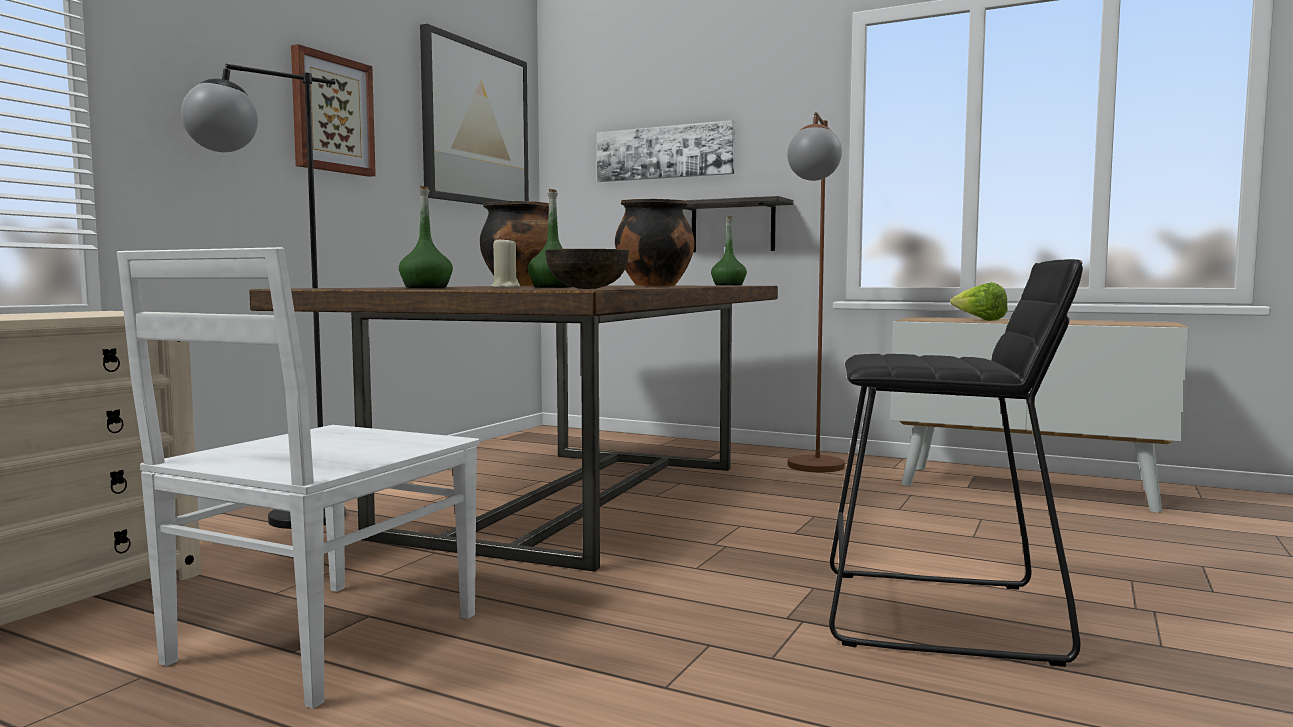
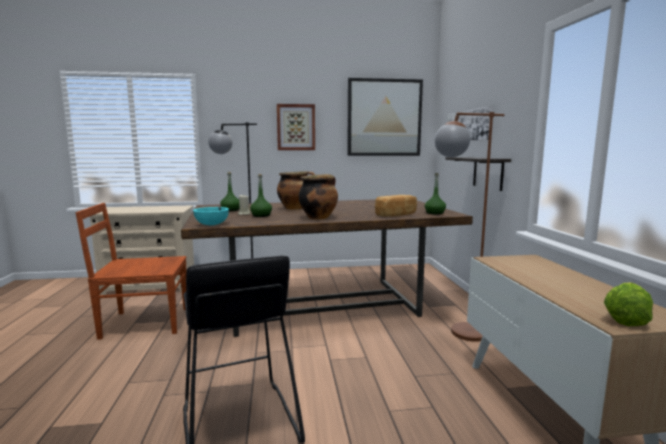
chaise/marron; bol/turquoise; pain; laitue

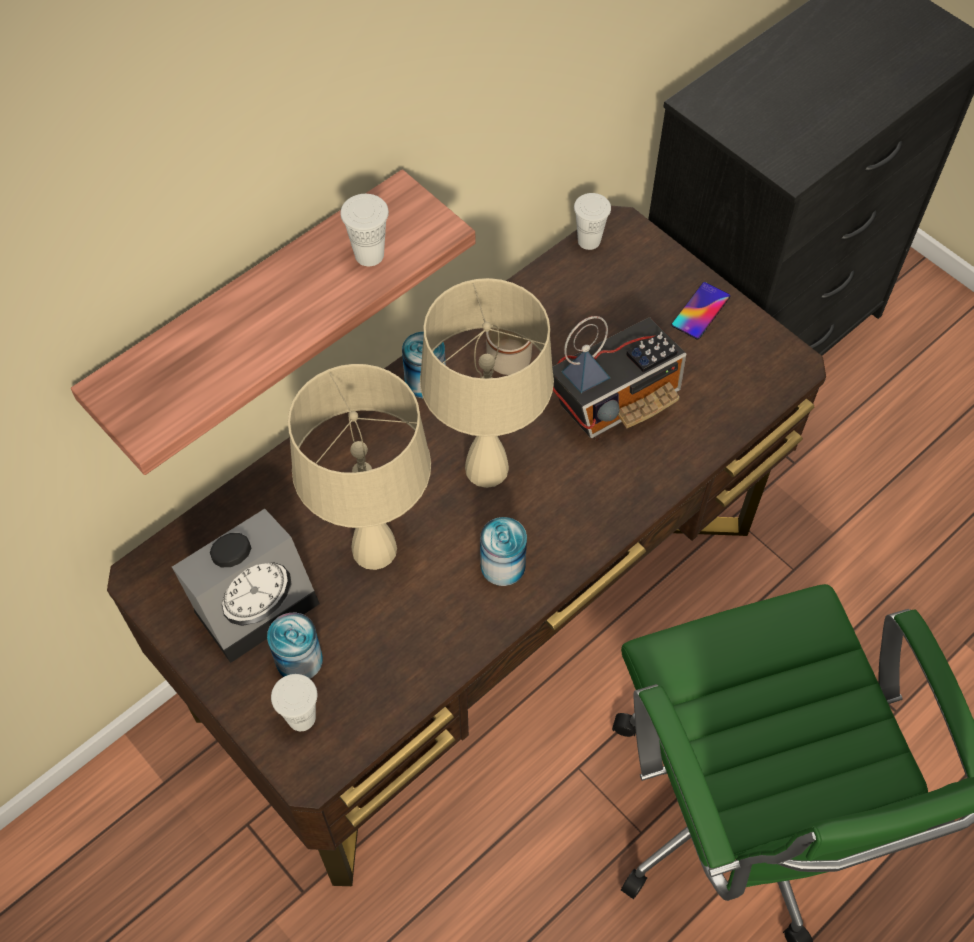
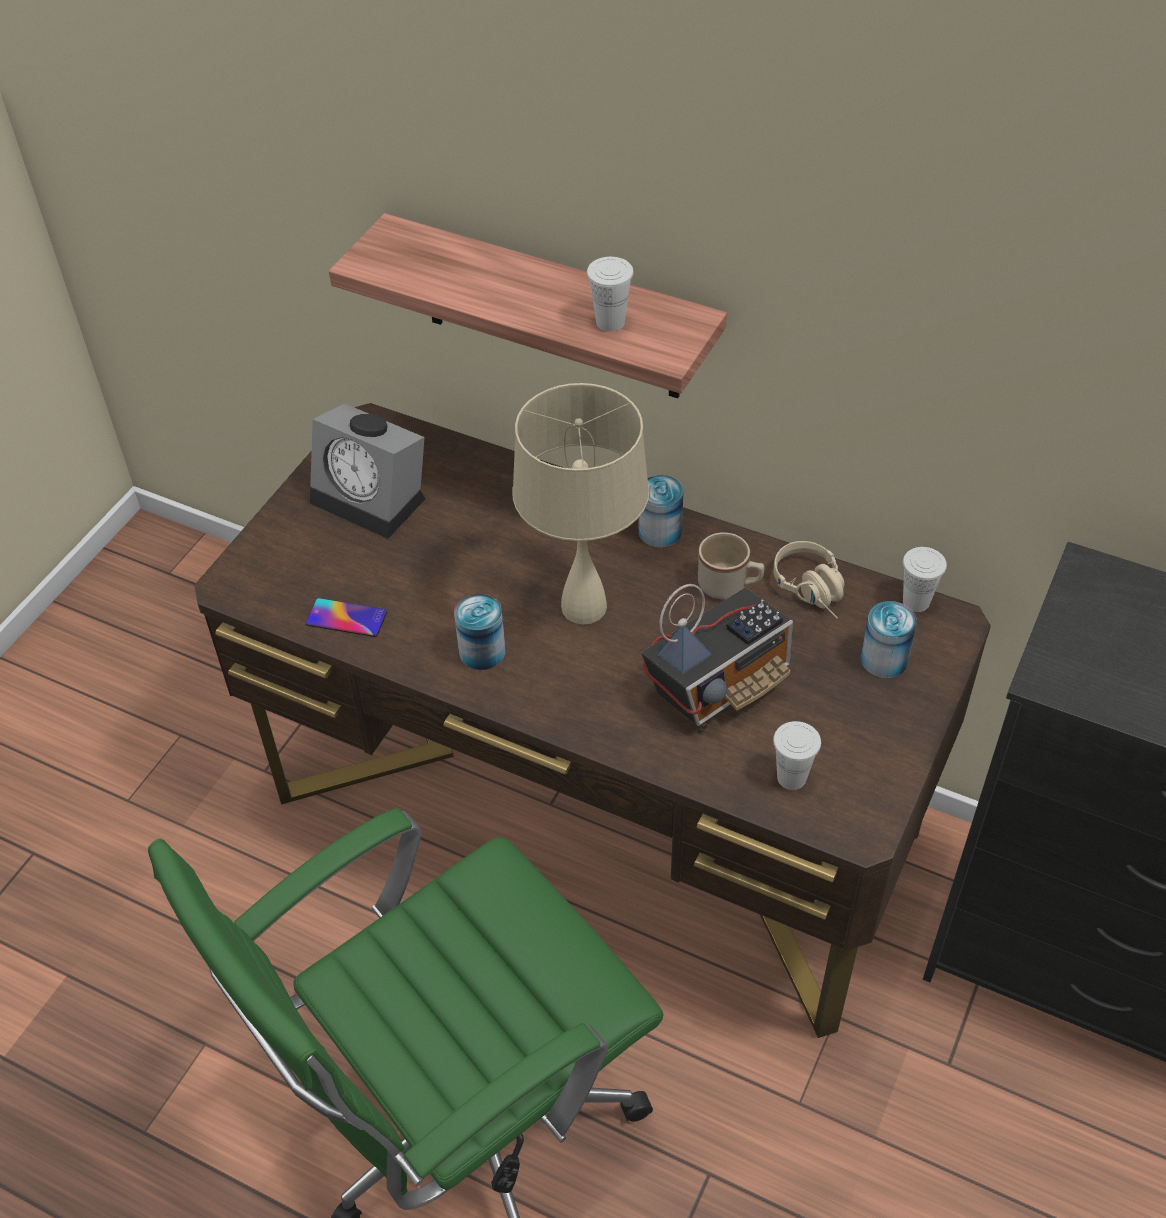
téléphone; radio; casque audio/beige; tasse/blanc (no. 2 from left); boîte métallique (no. 3 from left); lampe de table/beige (no. 1 from left in the first image)

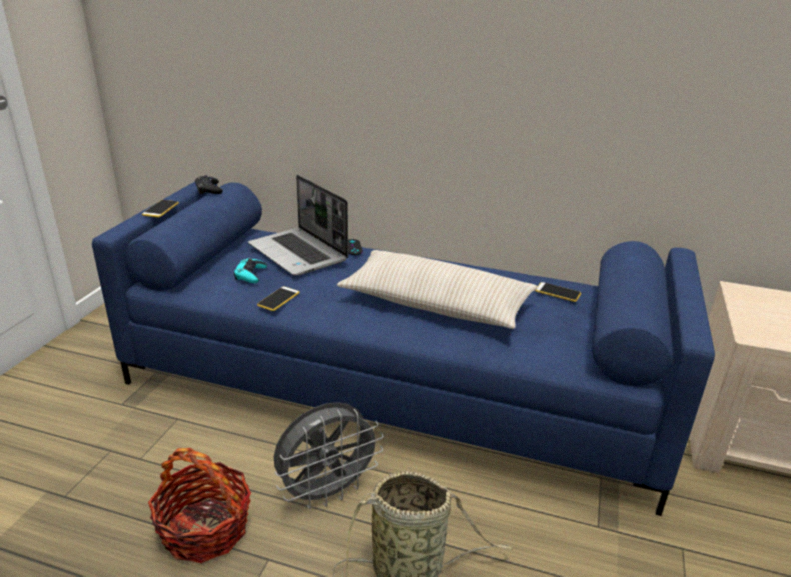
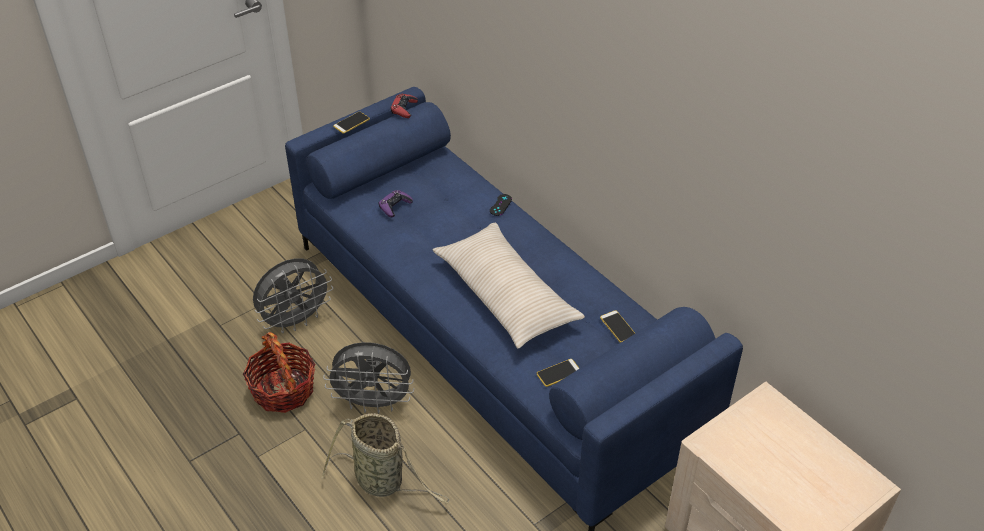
ventilateur/gris (no. 1 from left); manette/violet; manette/rouge; téléphone (no. 2 from left); ordinateur portable

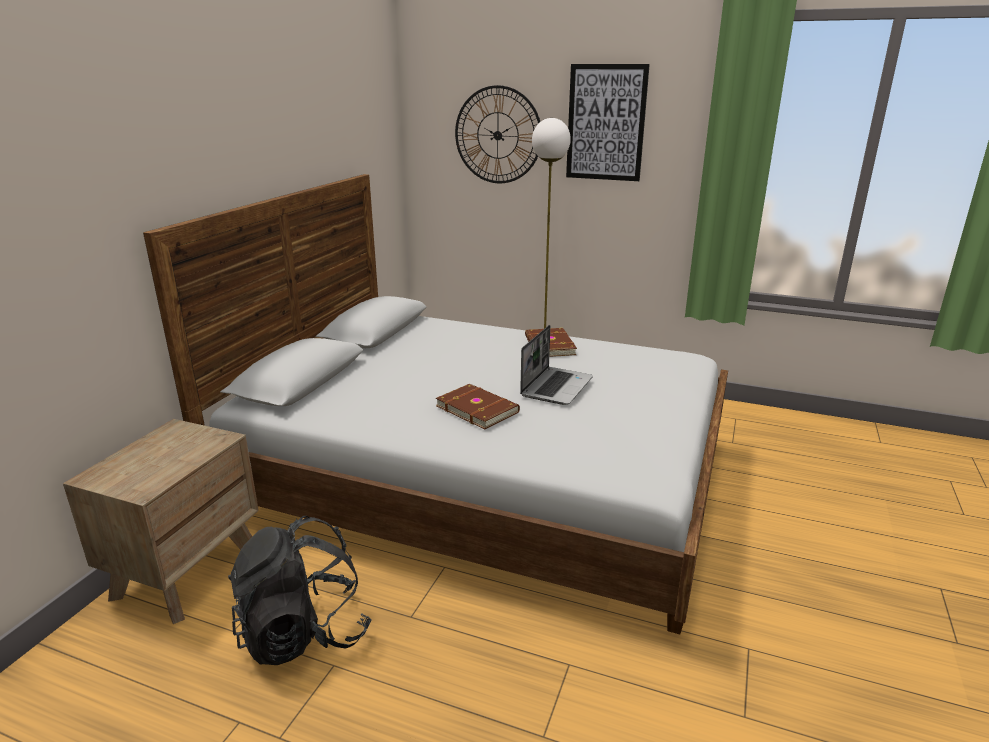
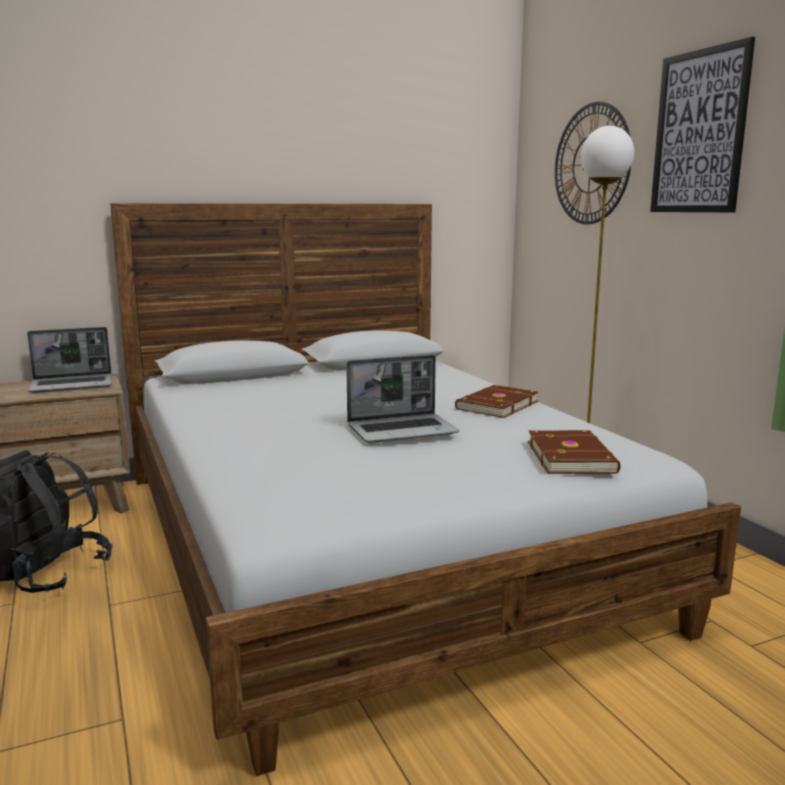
ordinateur portable (no. 1 from left); livre/marron (no. 2 from left)

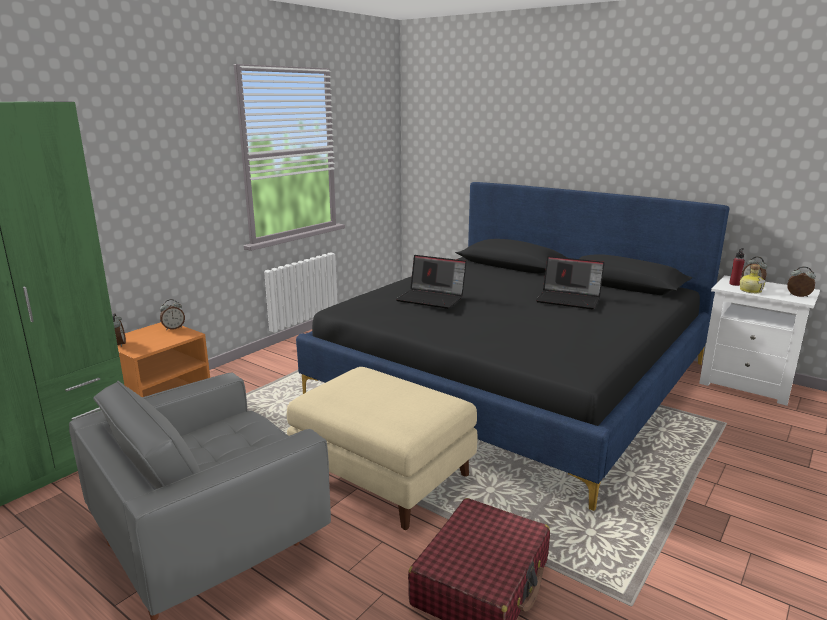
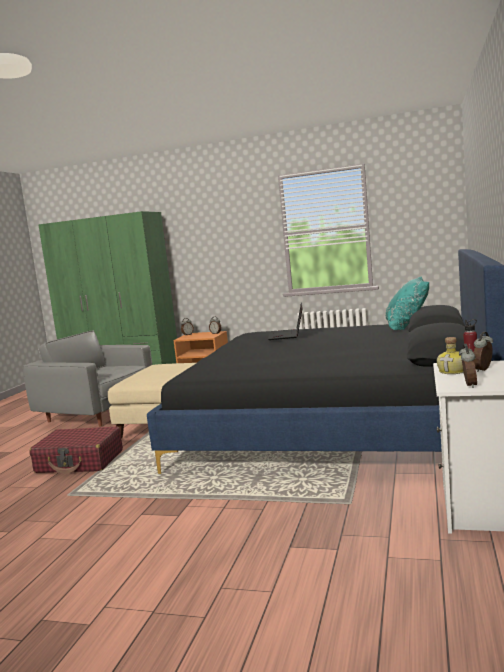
coussin/turquoise; ordinateur portable (no. 2 from left in the first image)

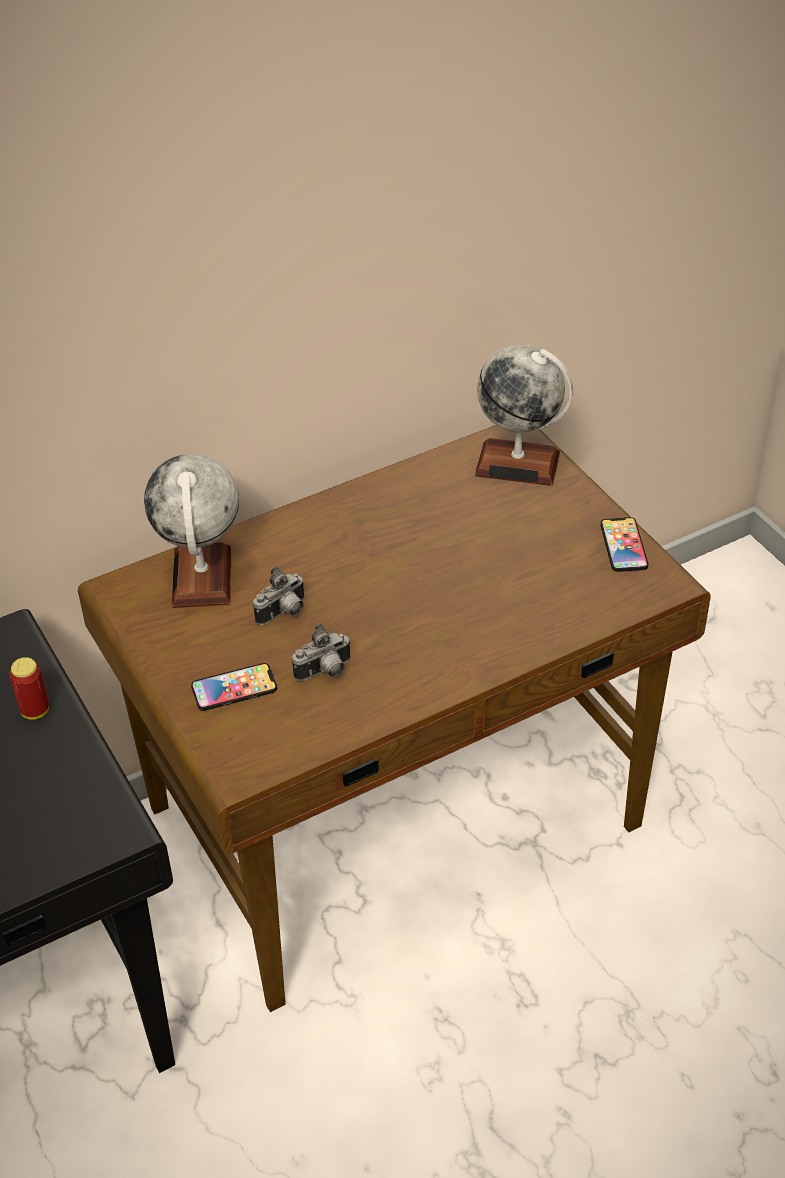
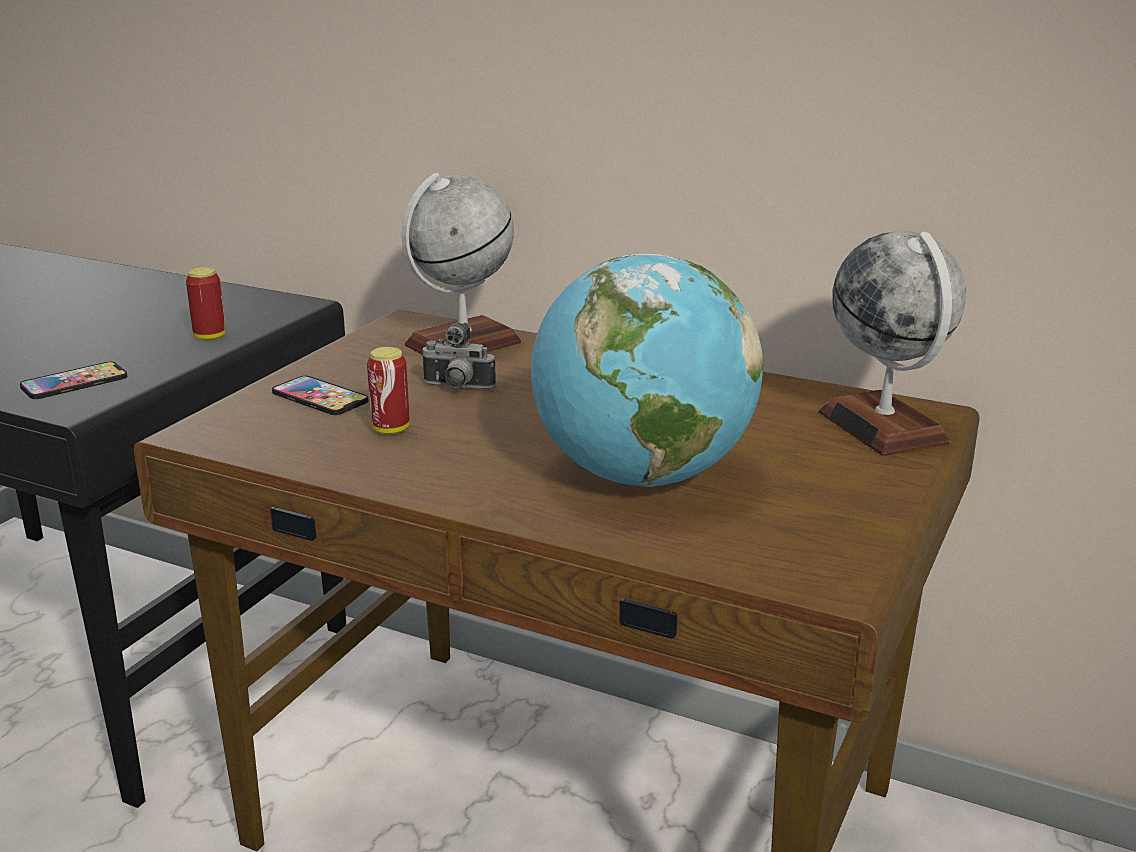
téléphone (no. 1 from left); boîte métallique (no. 2 from left); globe (no. 2 from left)

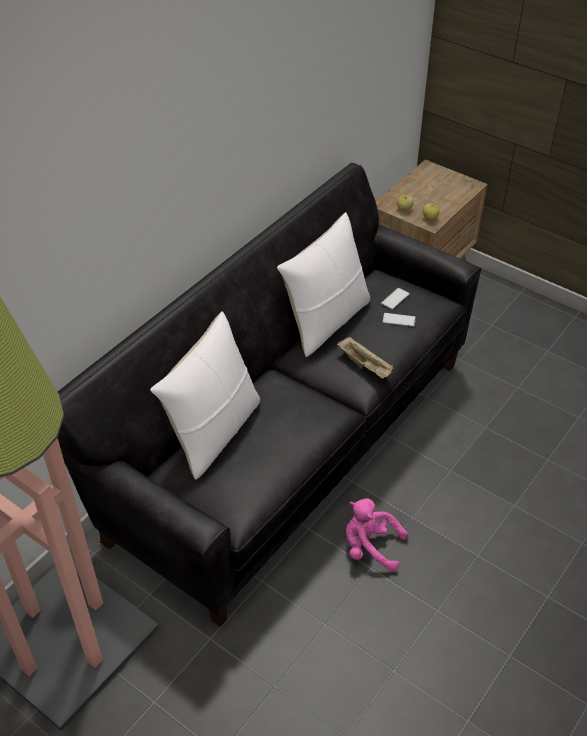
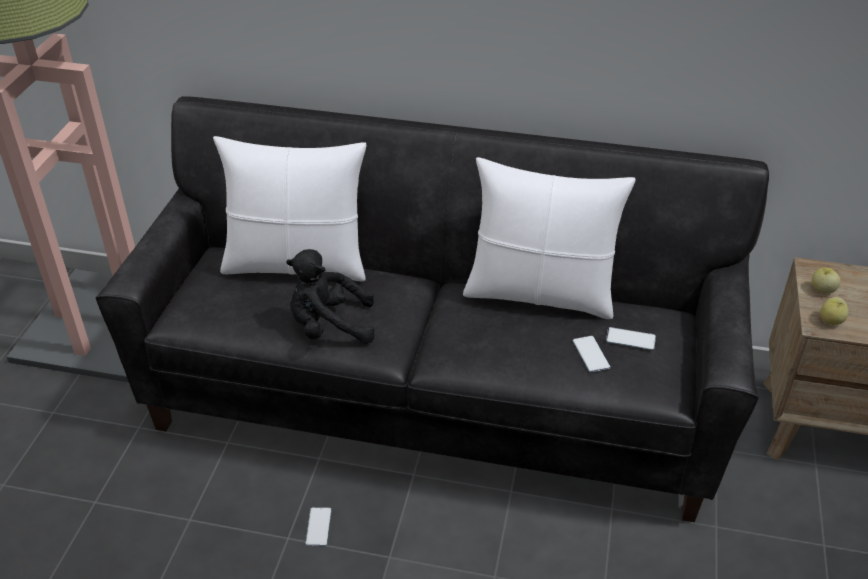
peluche/noir; téléphone (no. 1 from left); plateau/beige

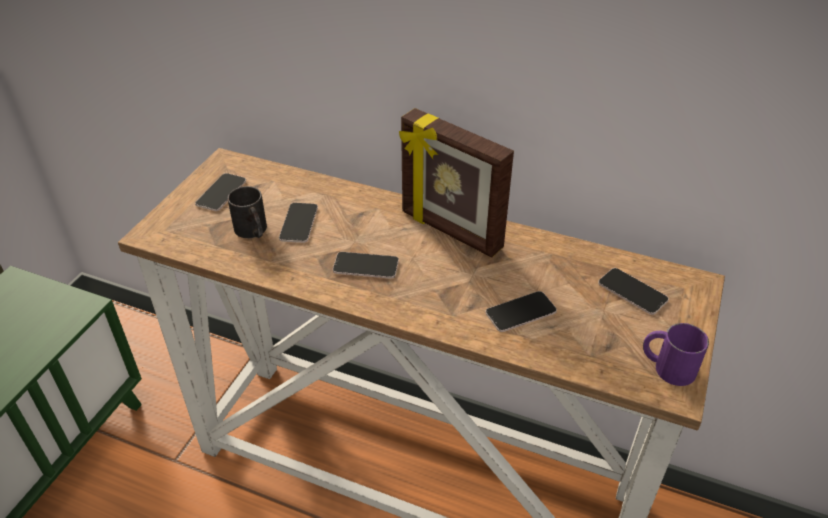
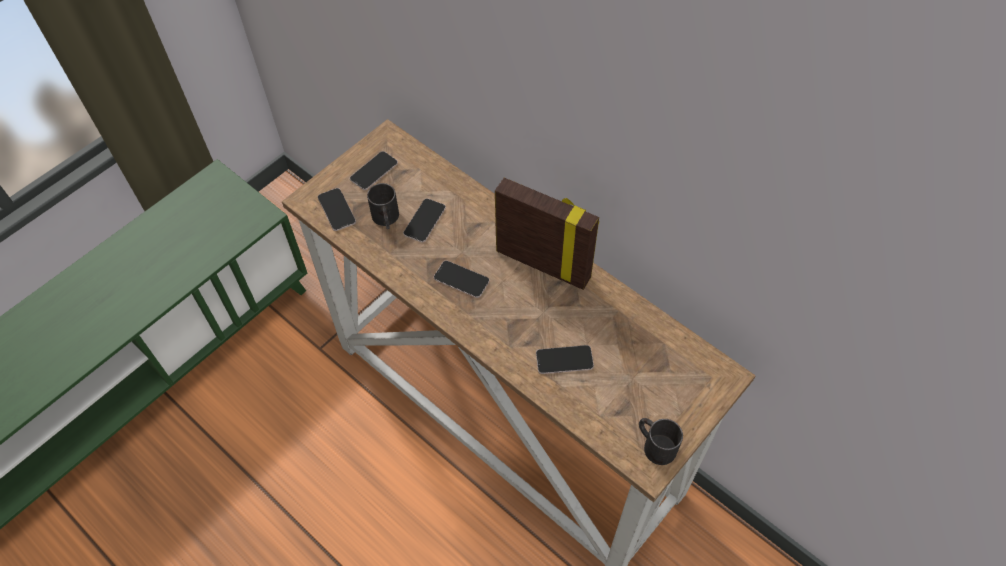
téléphone (no. 1 from left); cadre photo; mug/noir (no. 2 from left)

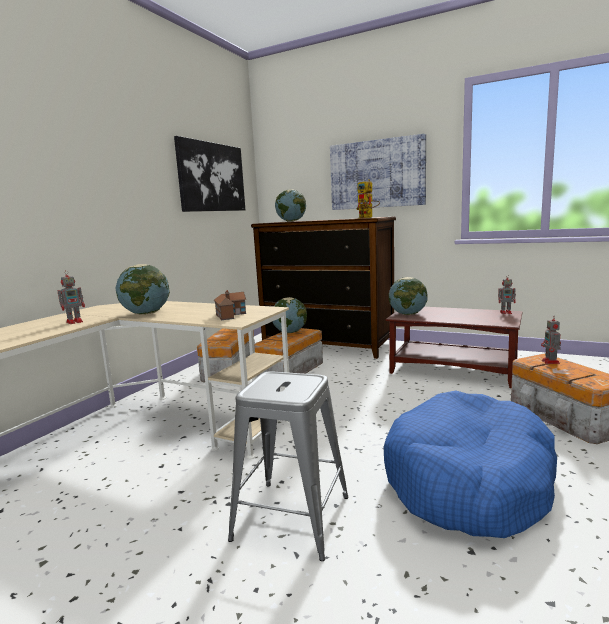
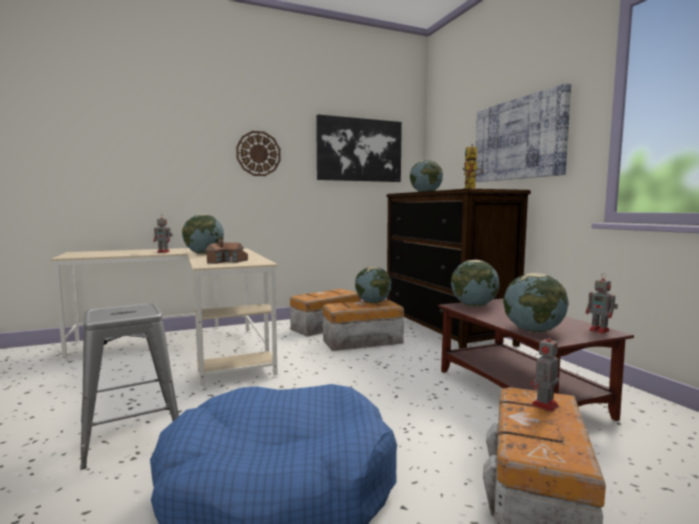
horloge murale; globe (no. 5 from left)

